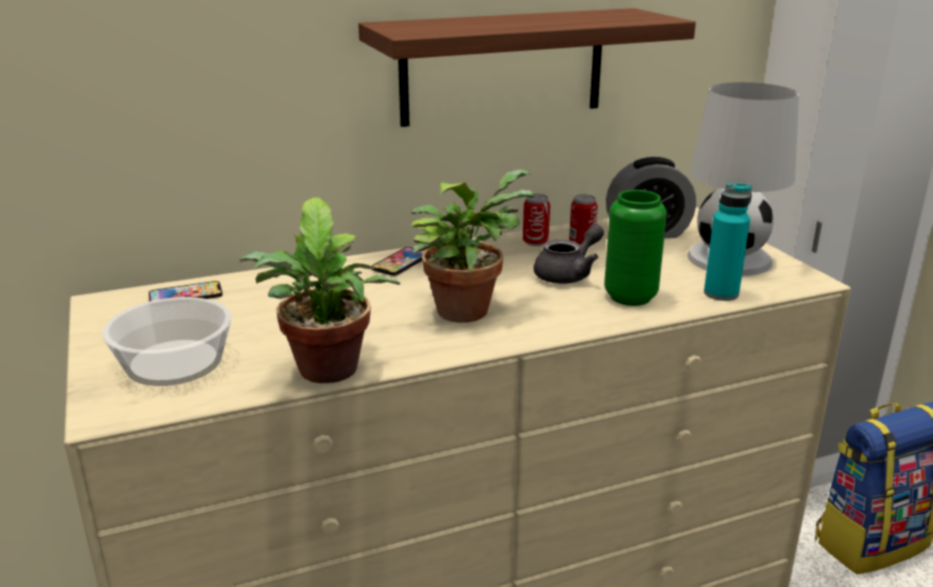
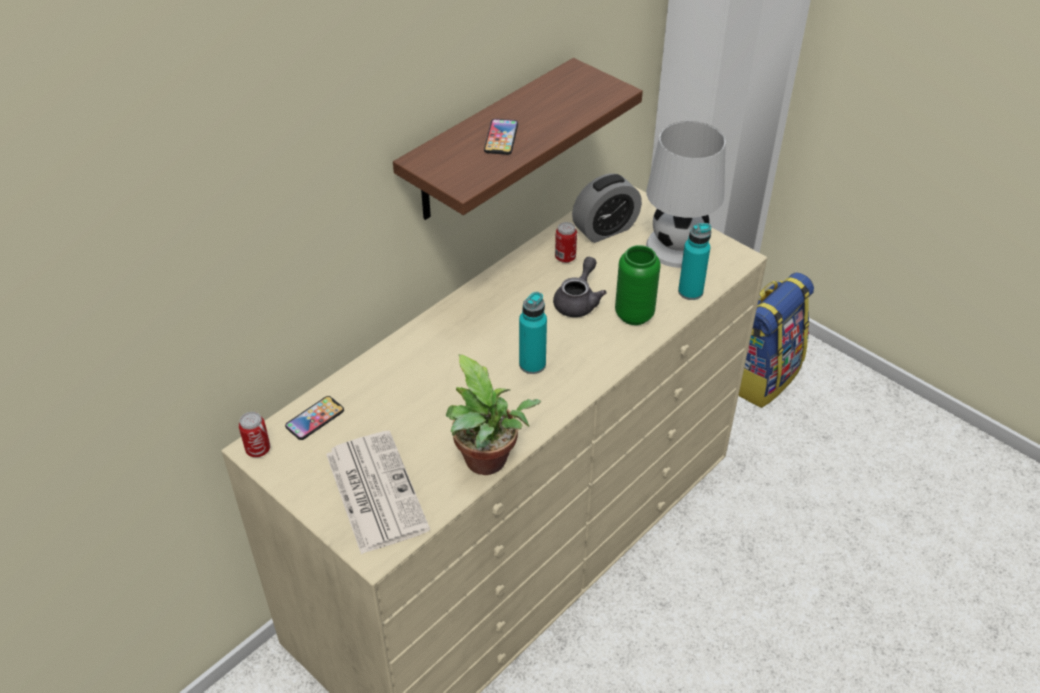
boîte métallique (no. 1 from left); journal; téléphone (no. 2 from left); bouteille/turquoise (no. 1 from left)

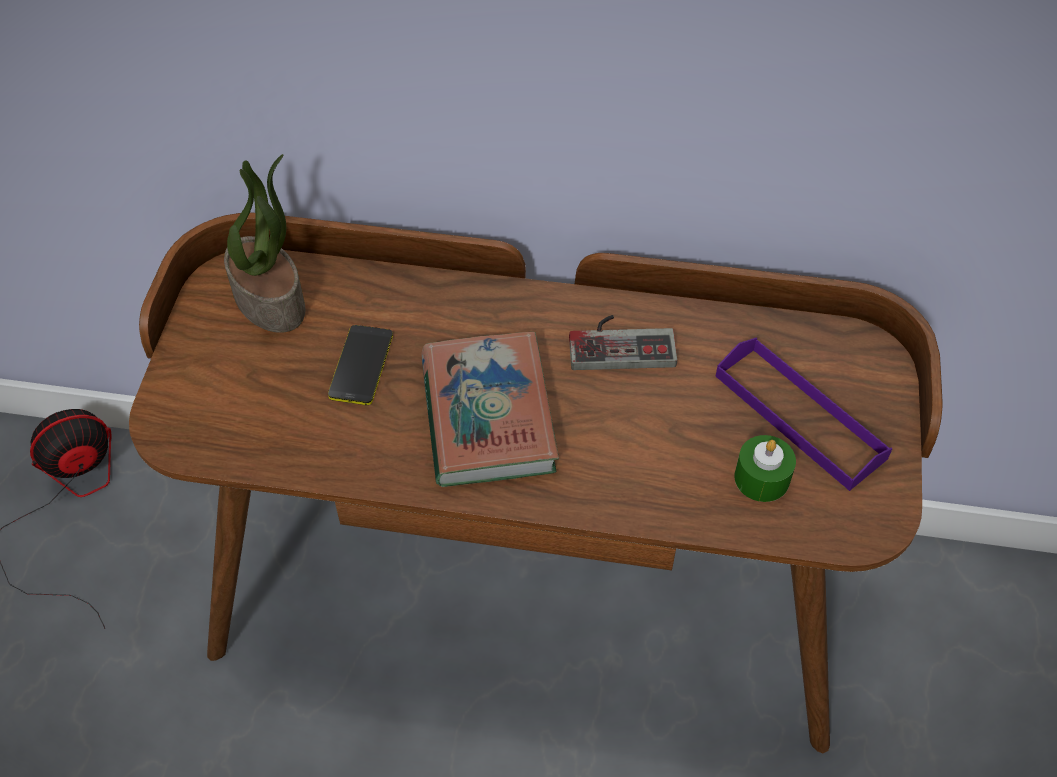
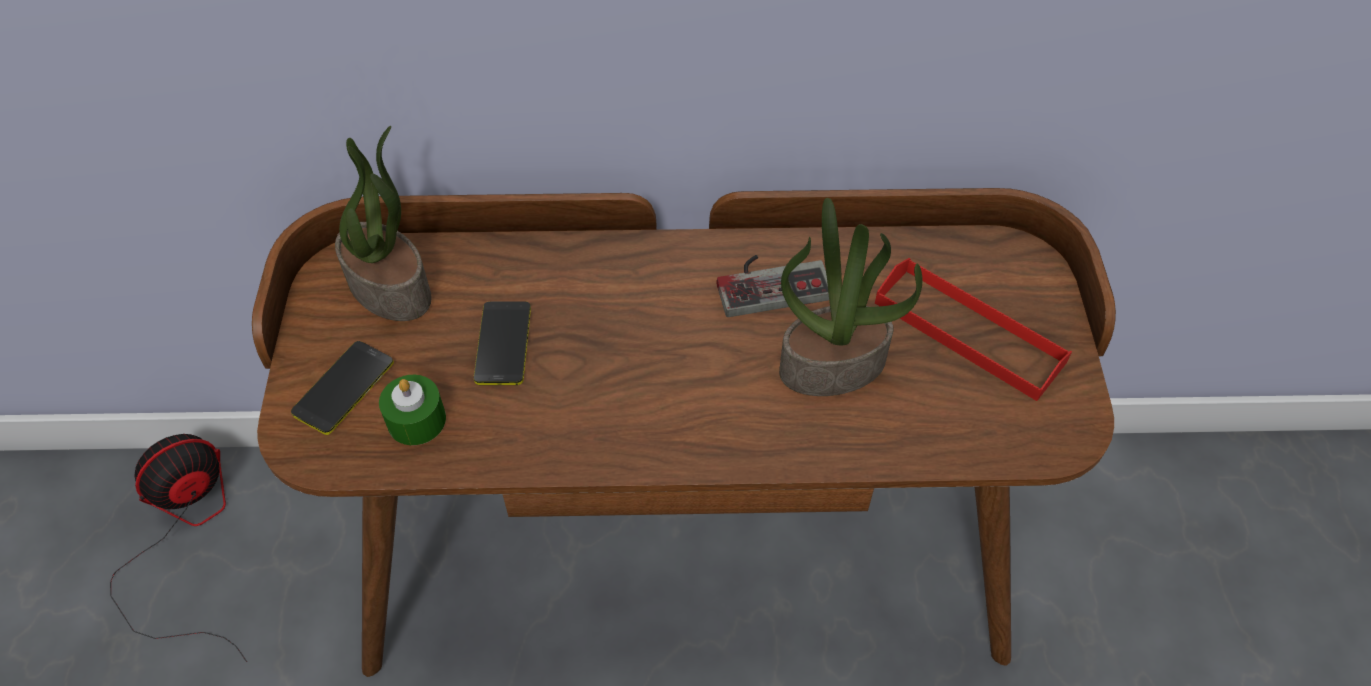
téléphone (no. 1 from left); bougie/vert; plante en pot (no. 2 from left); plateau/rouge; livre

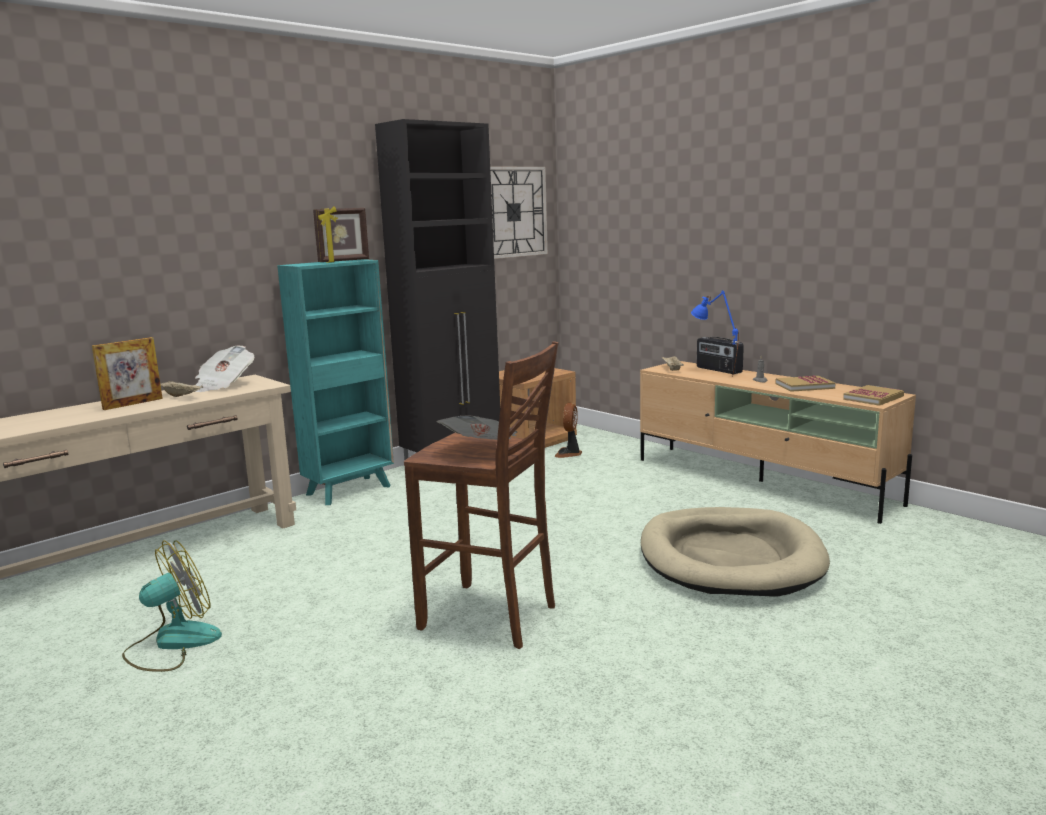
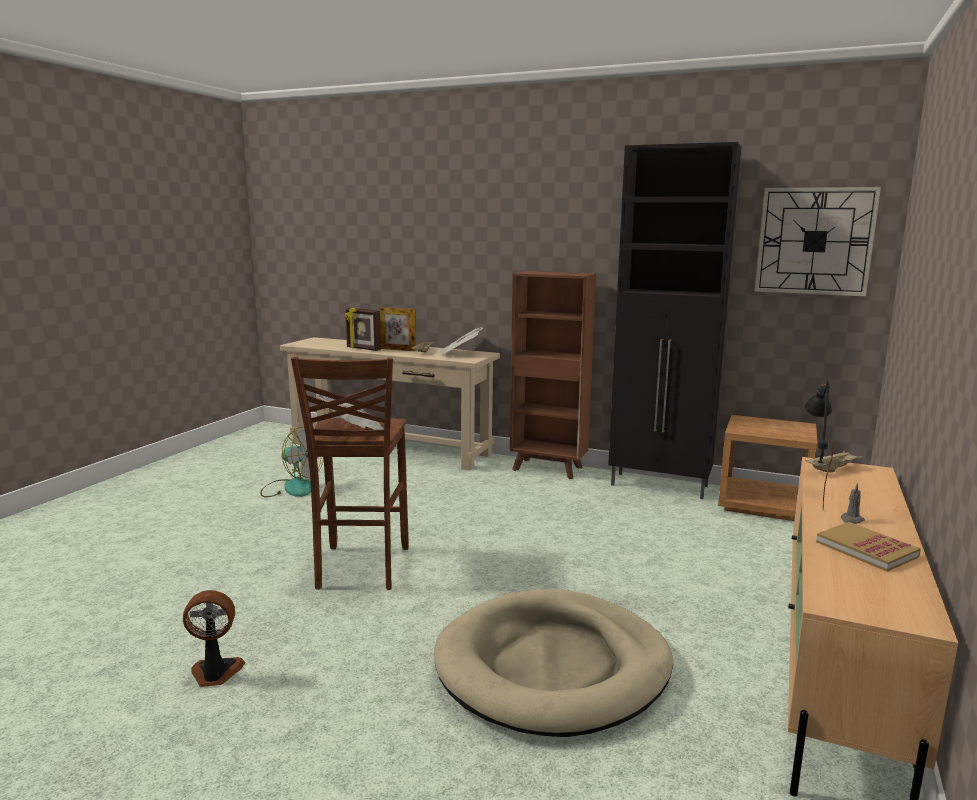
ventilateur (no. 1 from left); cadre photo (no. 1 from left); bibliothèque/marron; lampe de table/noir; lampe de table/bleu; radio; livre (no. 2 from left in the first image)

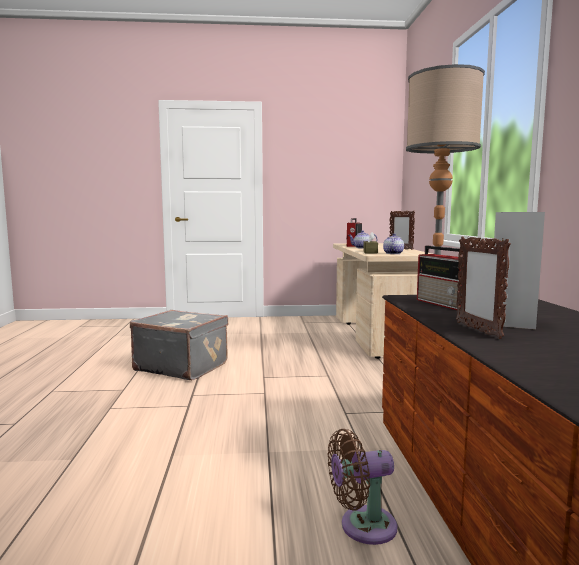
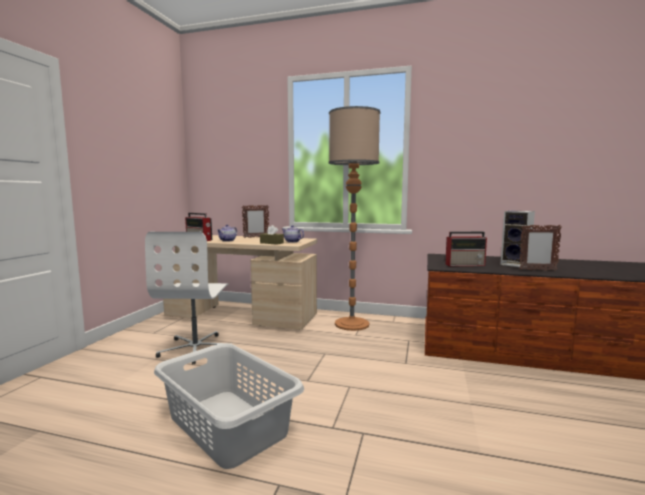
chaise de bureau/blanc; panier à linge/gris; ventilateur/marron

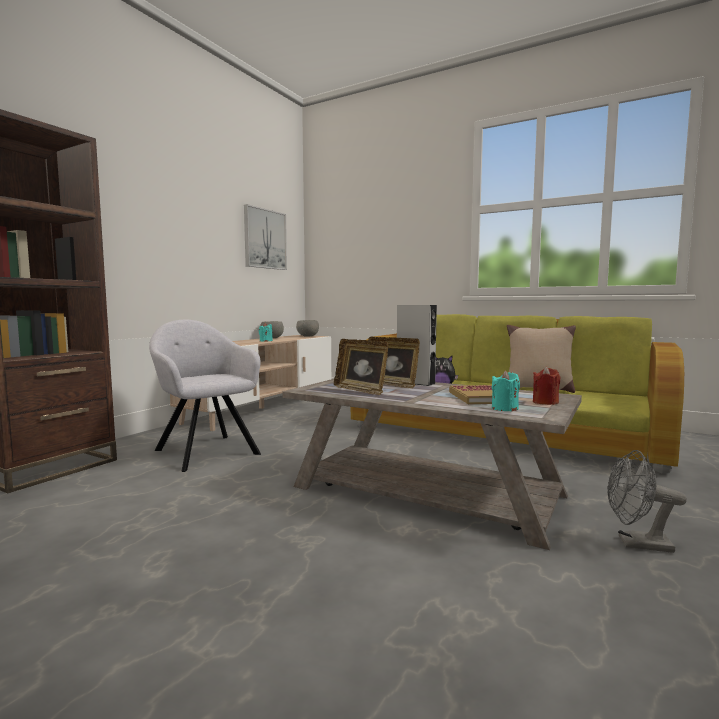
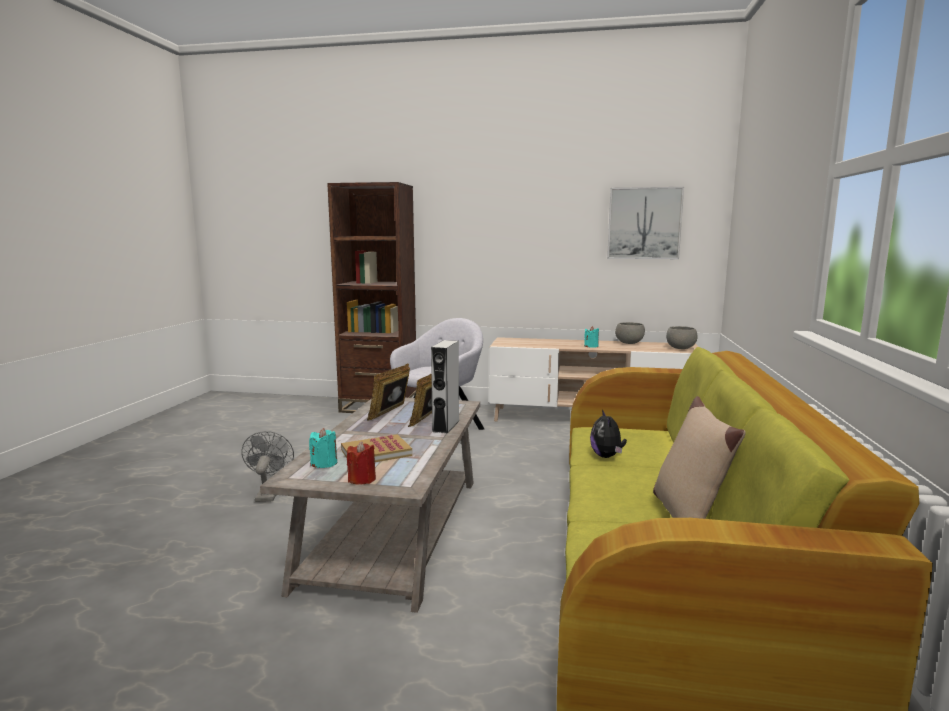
ventilateur/gris

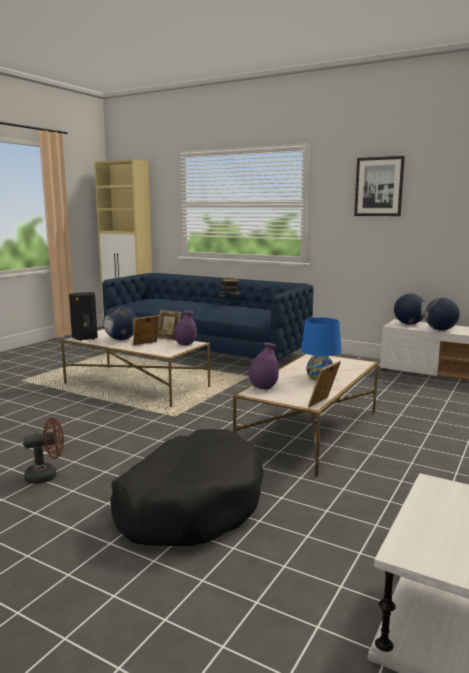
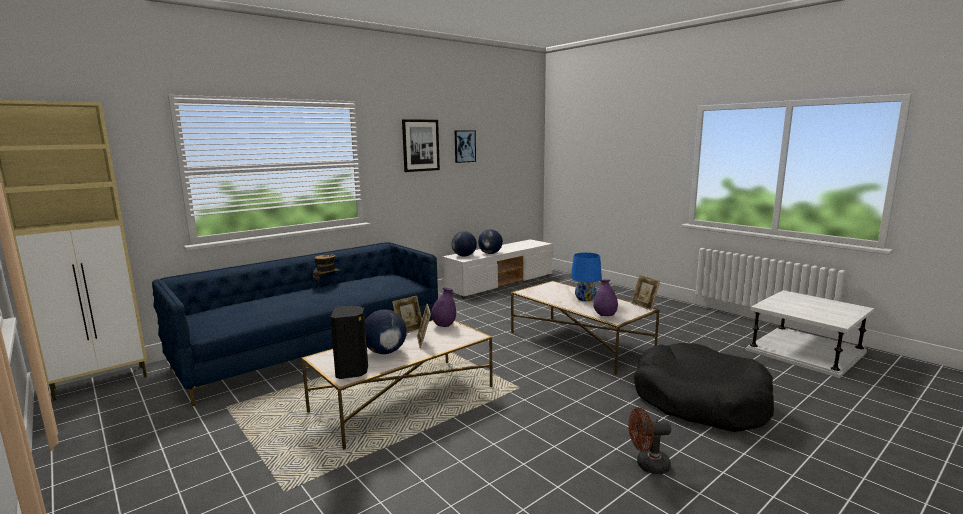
tableau (no. 2 from left); ventilateur/marron

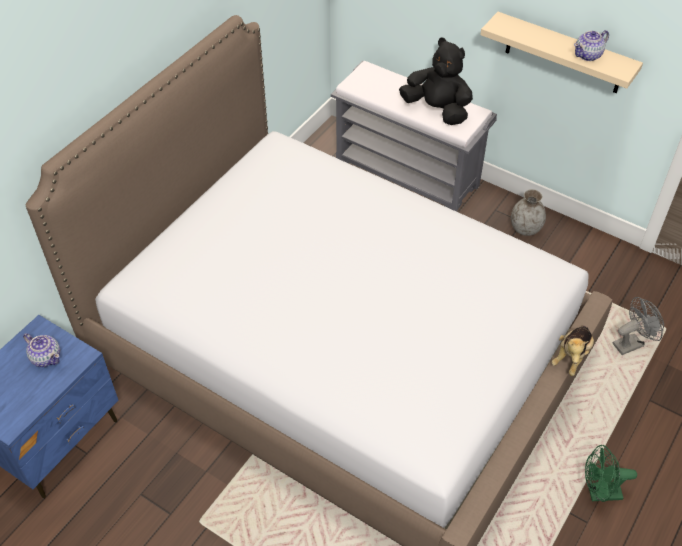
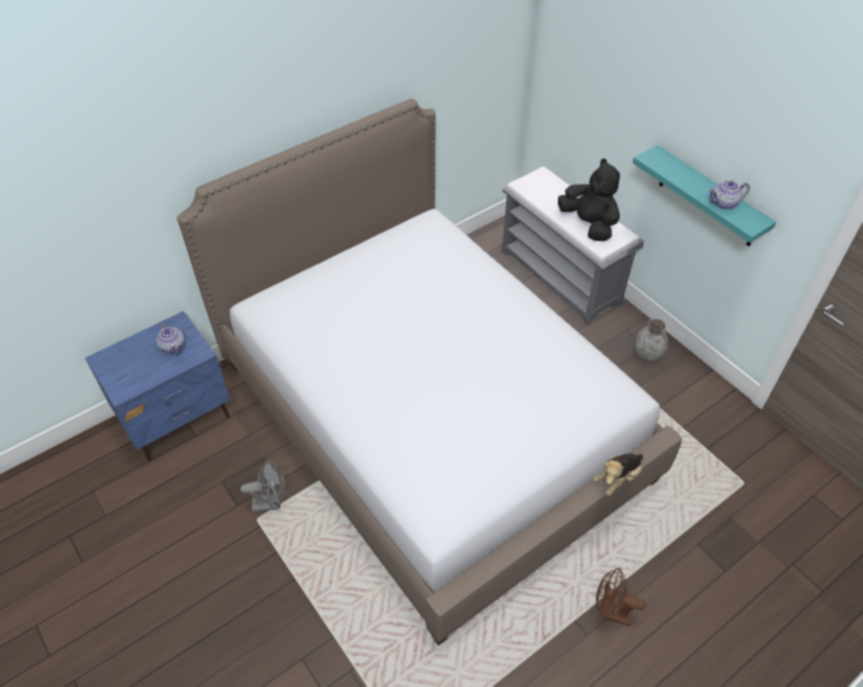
ventilateur/gris; ventilateur/marron; étagère/turquoise

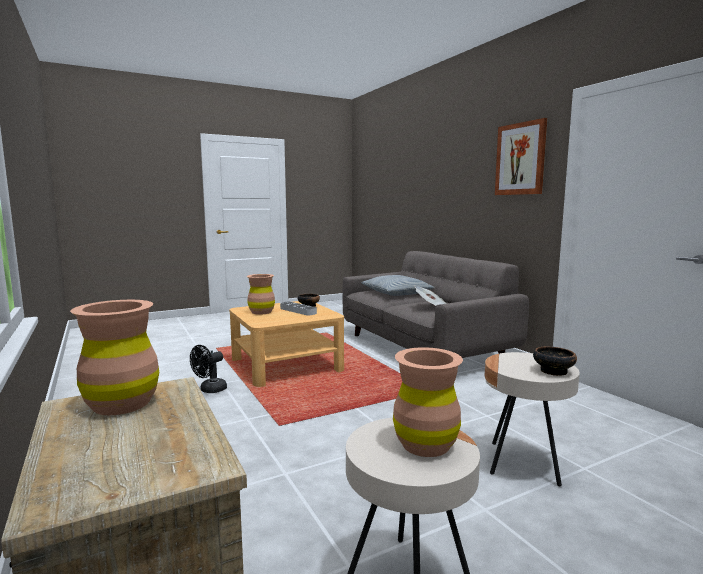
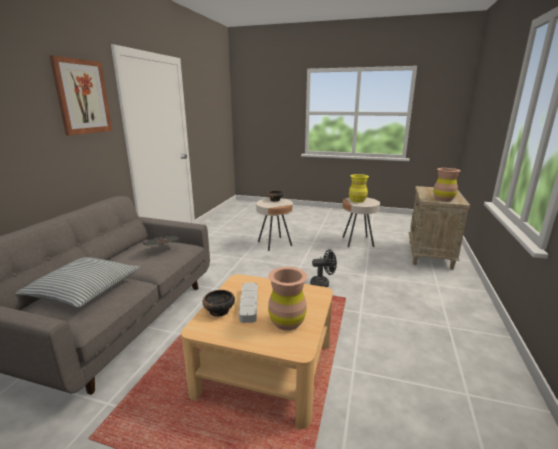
ventilateur/noir; vase/jaune

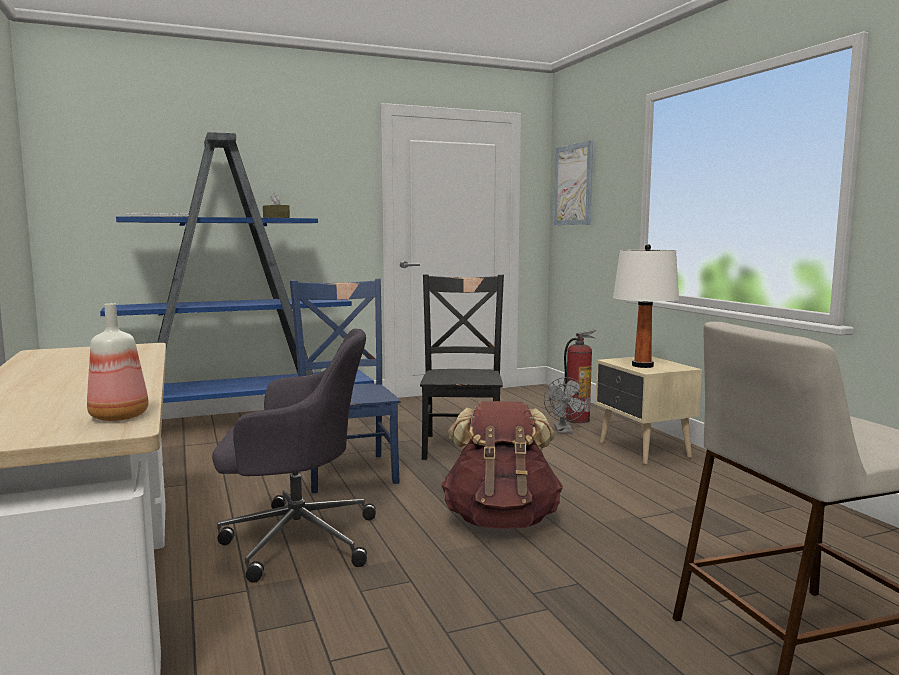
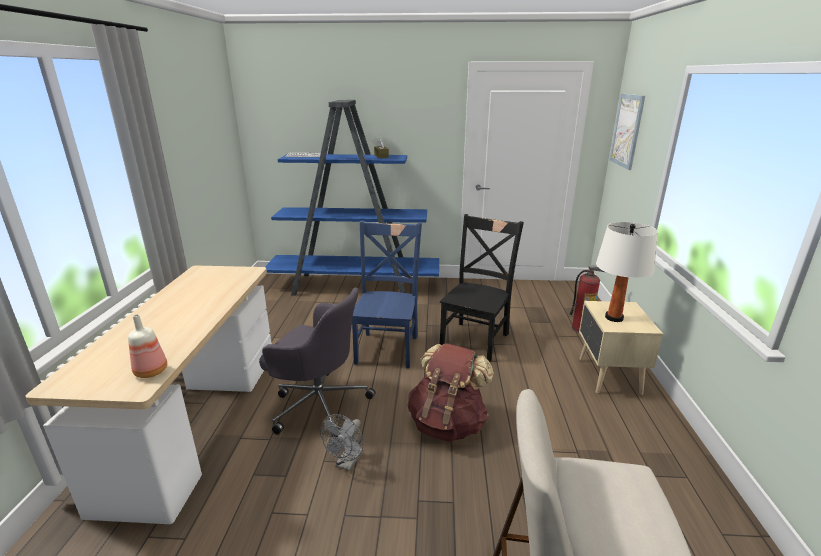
ventilateur/gris

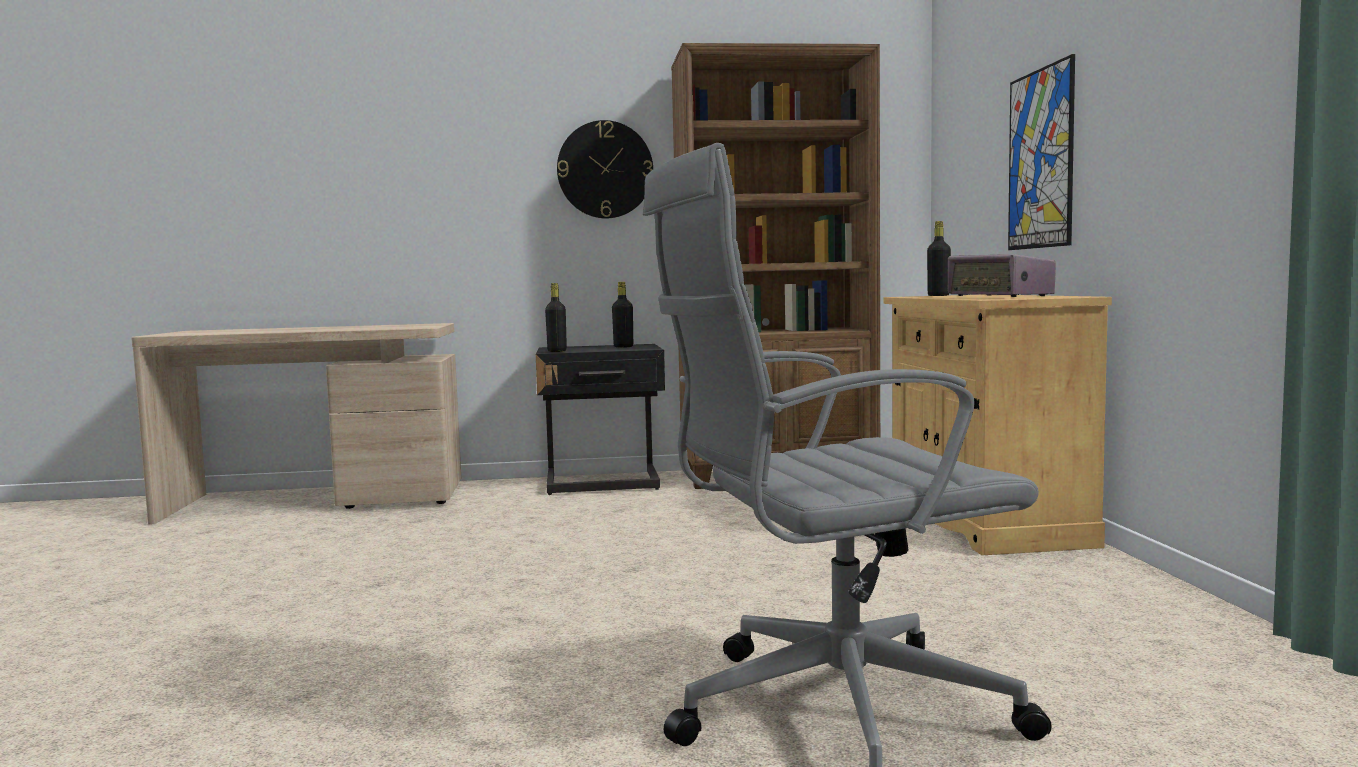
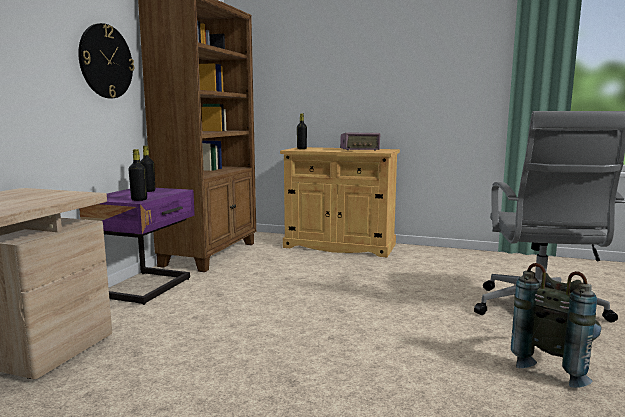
table de chevet/violet; sac à dos/gris; tableau

